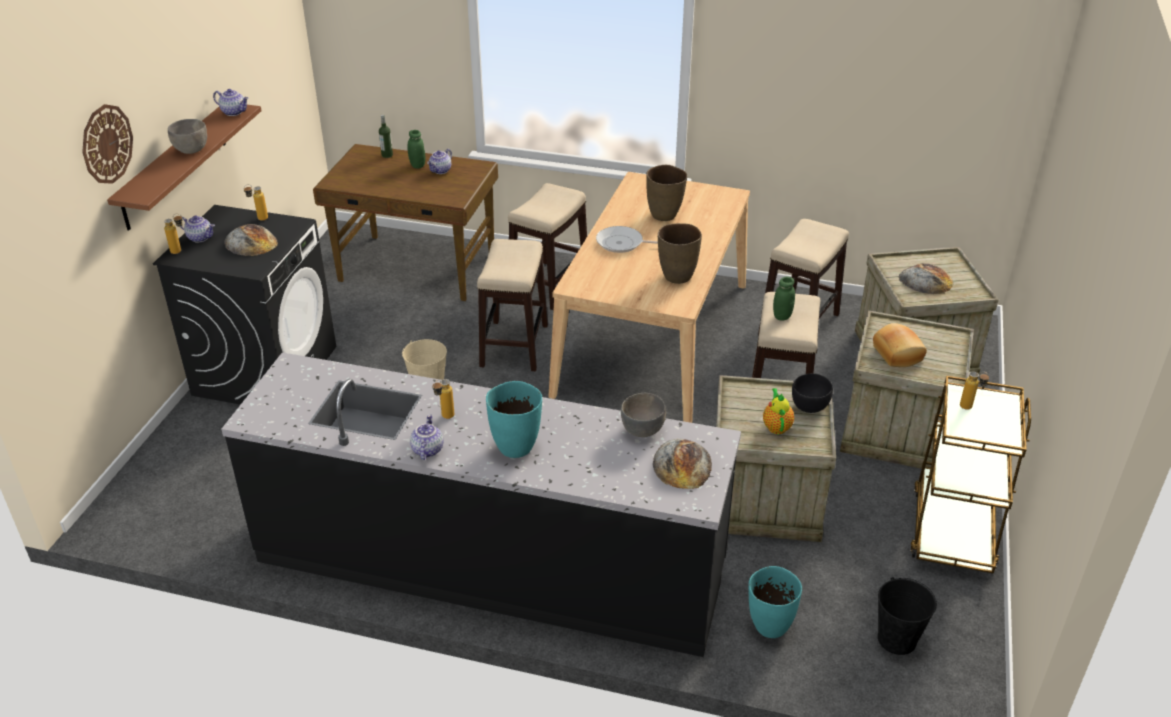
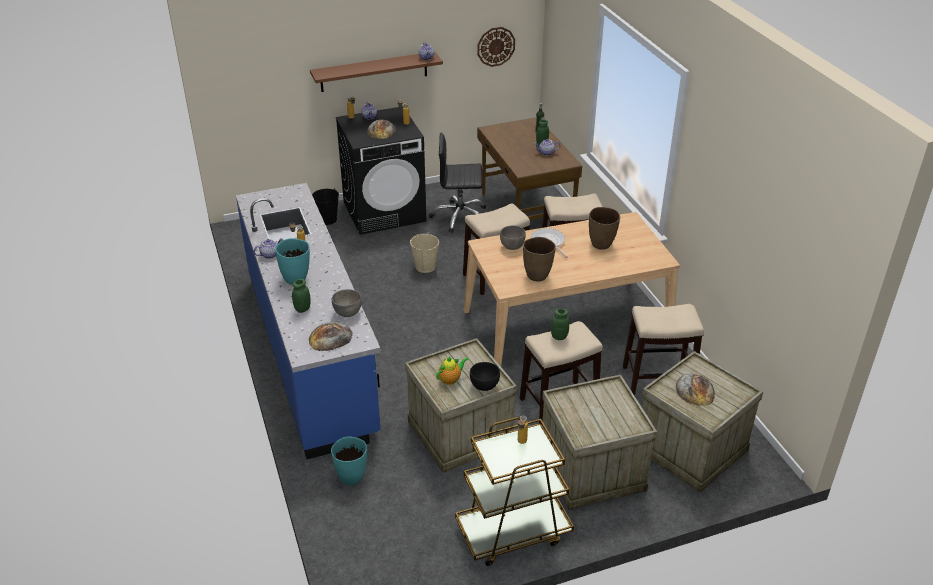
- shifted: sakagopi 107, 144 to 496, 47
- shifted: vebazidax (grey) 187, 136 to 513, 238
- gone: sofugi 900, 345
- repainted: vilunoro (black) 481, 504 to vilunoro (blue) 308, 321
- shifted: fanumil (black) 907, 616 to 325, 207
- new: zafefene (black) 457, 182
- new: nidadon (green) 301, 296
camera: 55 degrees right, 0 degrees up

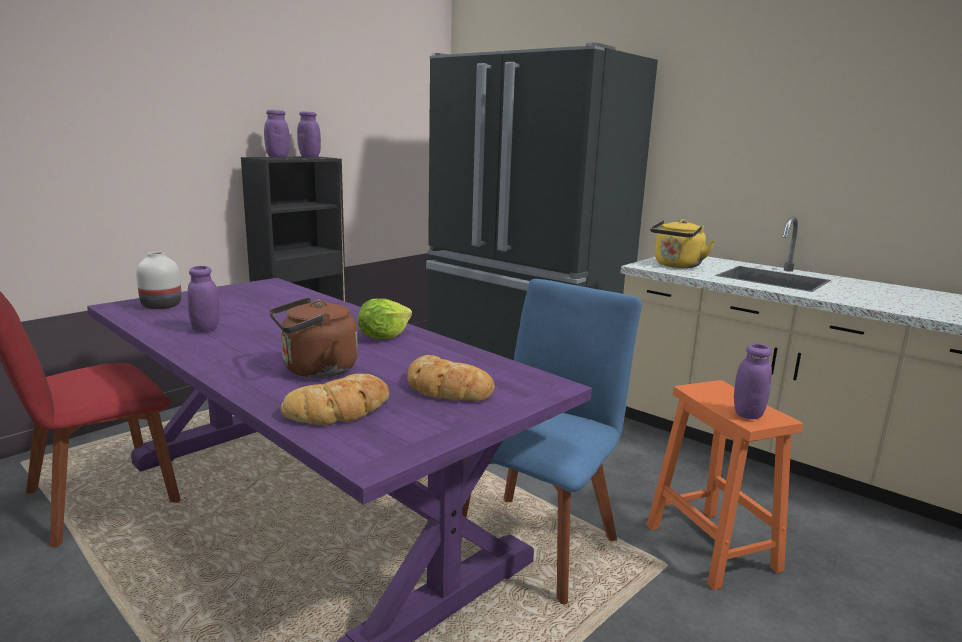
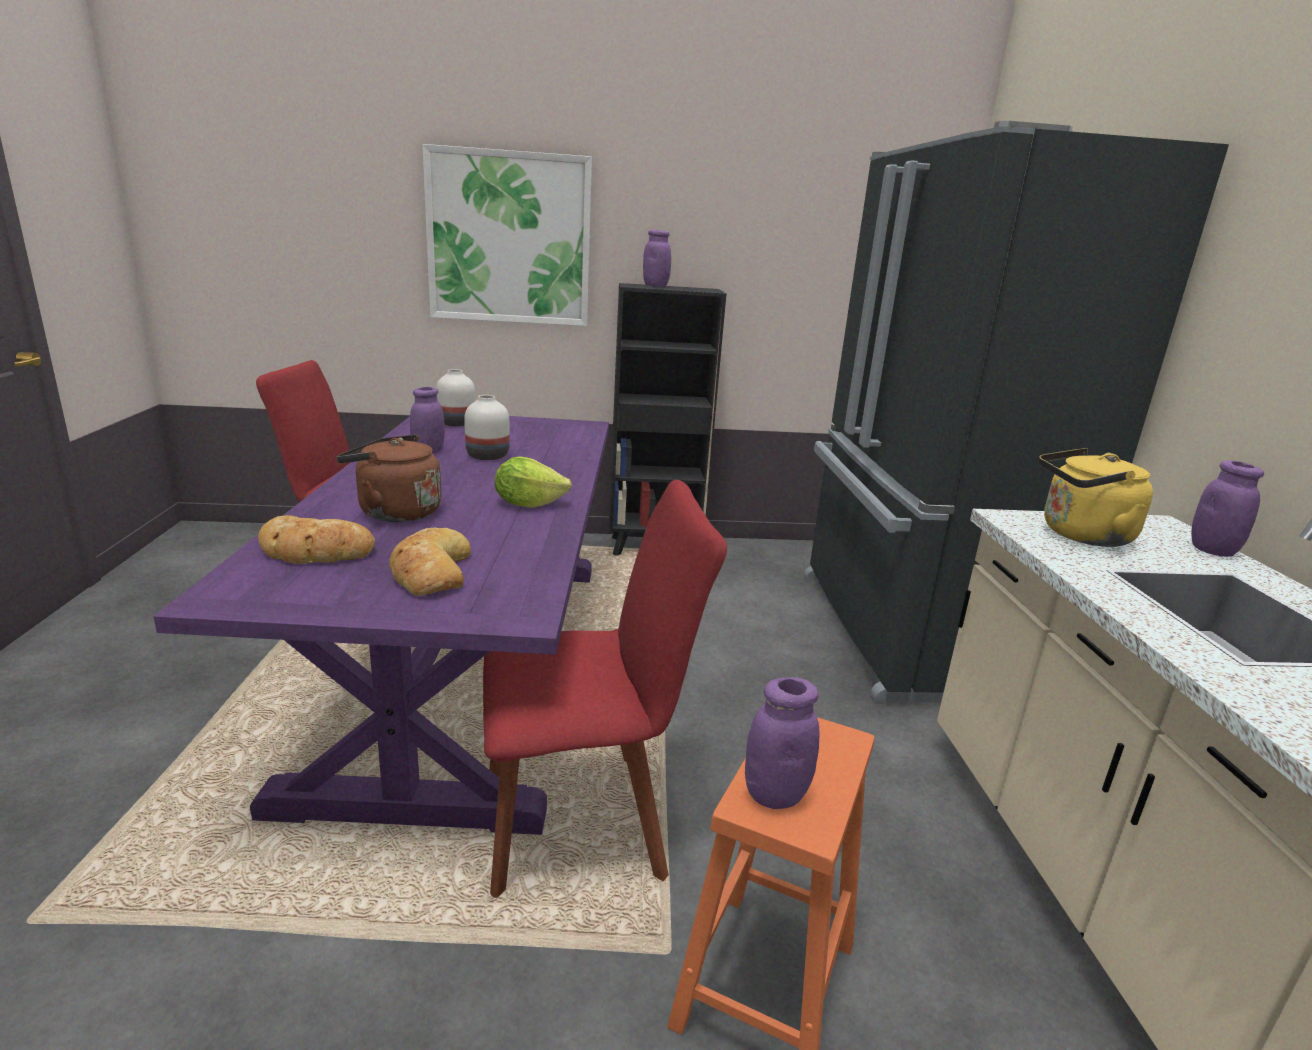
- shifted: nidadon (purple) 309, 134 to 1227, 508
- repainted: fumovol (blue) 551, 441 to fumovol (red) 605, 689
- new: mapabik 507, 235
- new: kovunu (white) 487, 427
camera: 45 degrees right, 5 degrees up

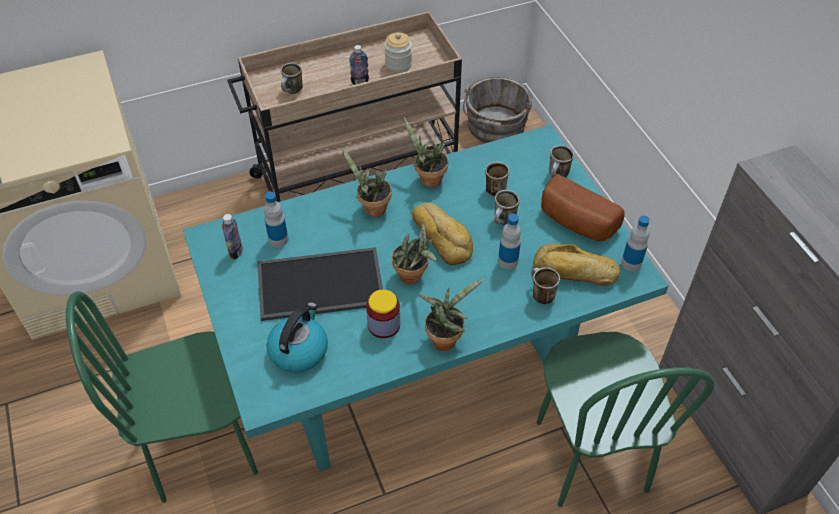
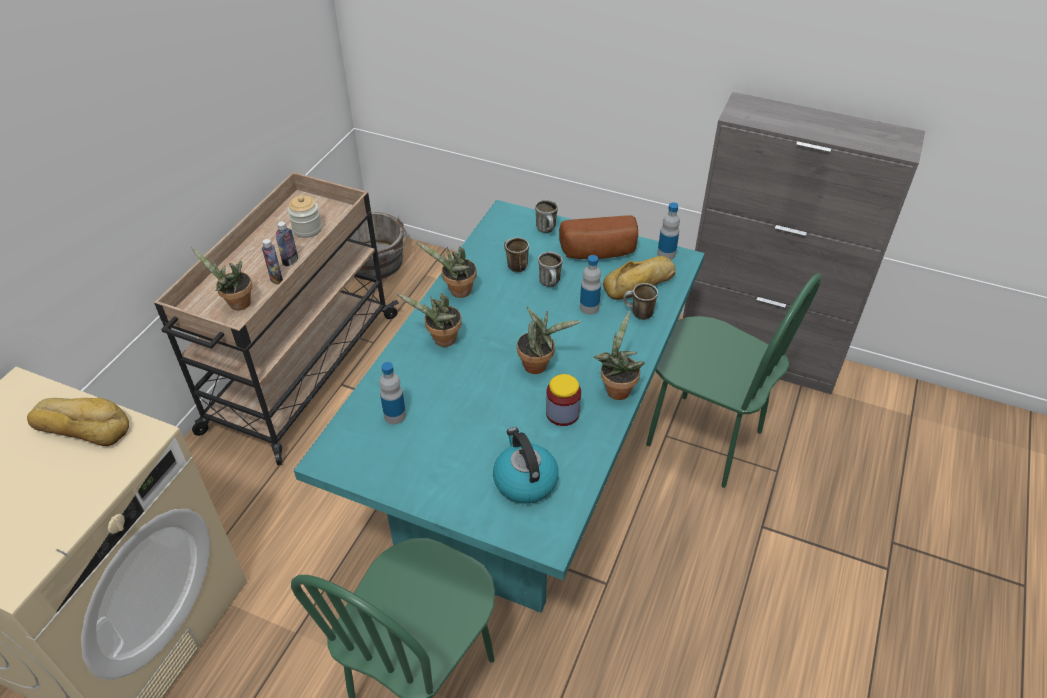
- swapped: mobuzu 292, 78 to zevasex 221, 278
- shifted: sofugi 442, 233 to 78, 422
- shifted: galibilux 232, 236 to 272, 262
- gone: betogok 320, 284
camera: 45 degrees left, 5 degrees down

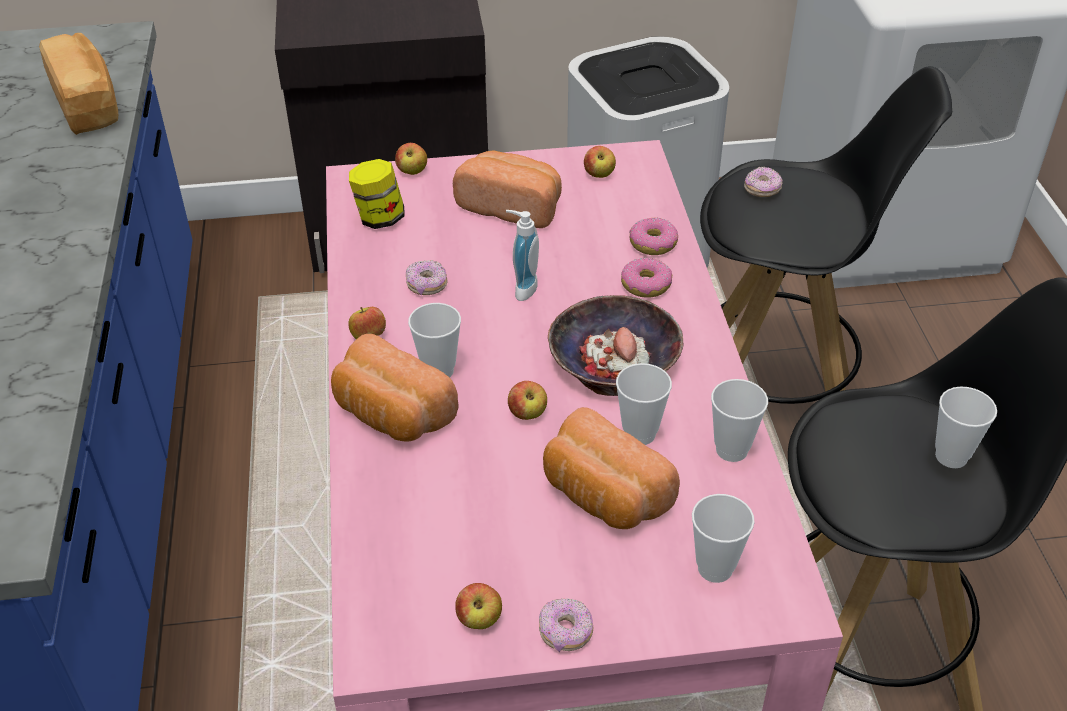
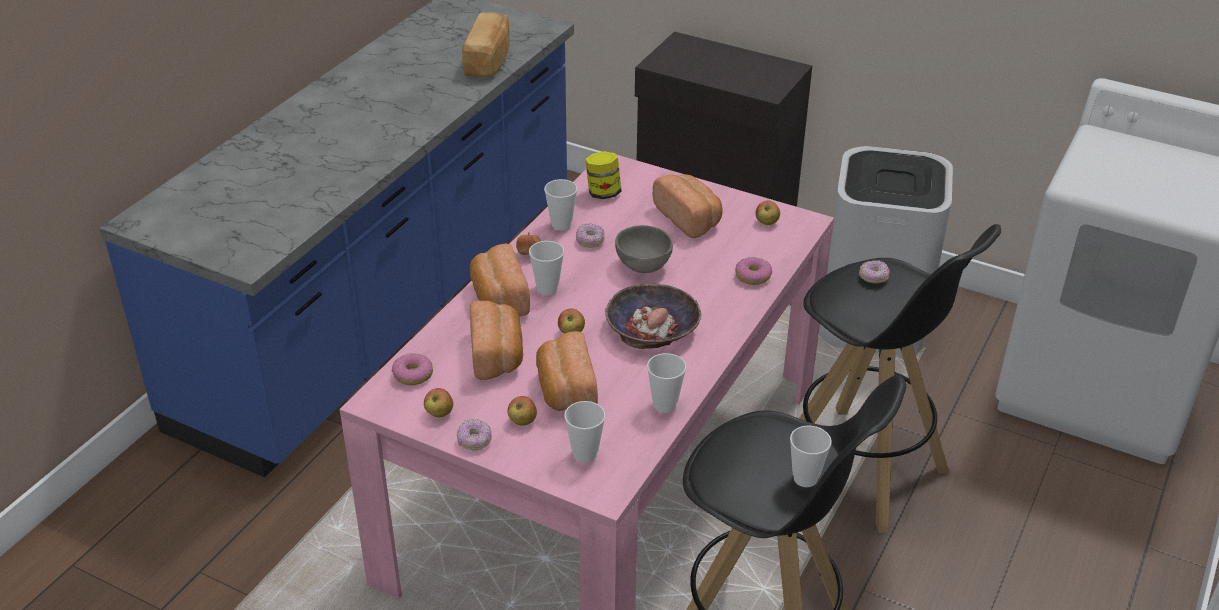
- shifted: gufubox 411, 159 to 522, 411
- swapped: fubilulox 522, 255 to vebazidax (grey) 644, 249
- shifted: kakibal 646, 278 to 412, 369
- shifted: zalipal 644, 404 to 560, 204
- new: sofugi 496, 340
camera: 35 degrees right, 5 degrees down

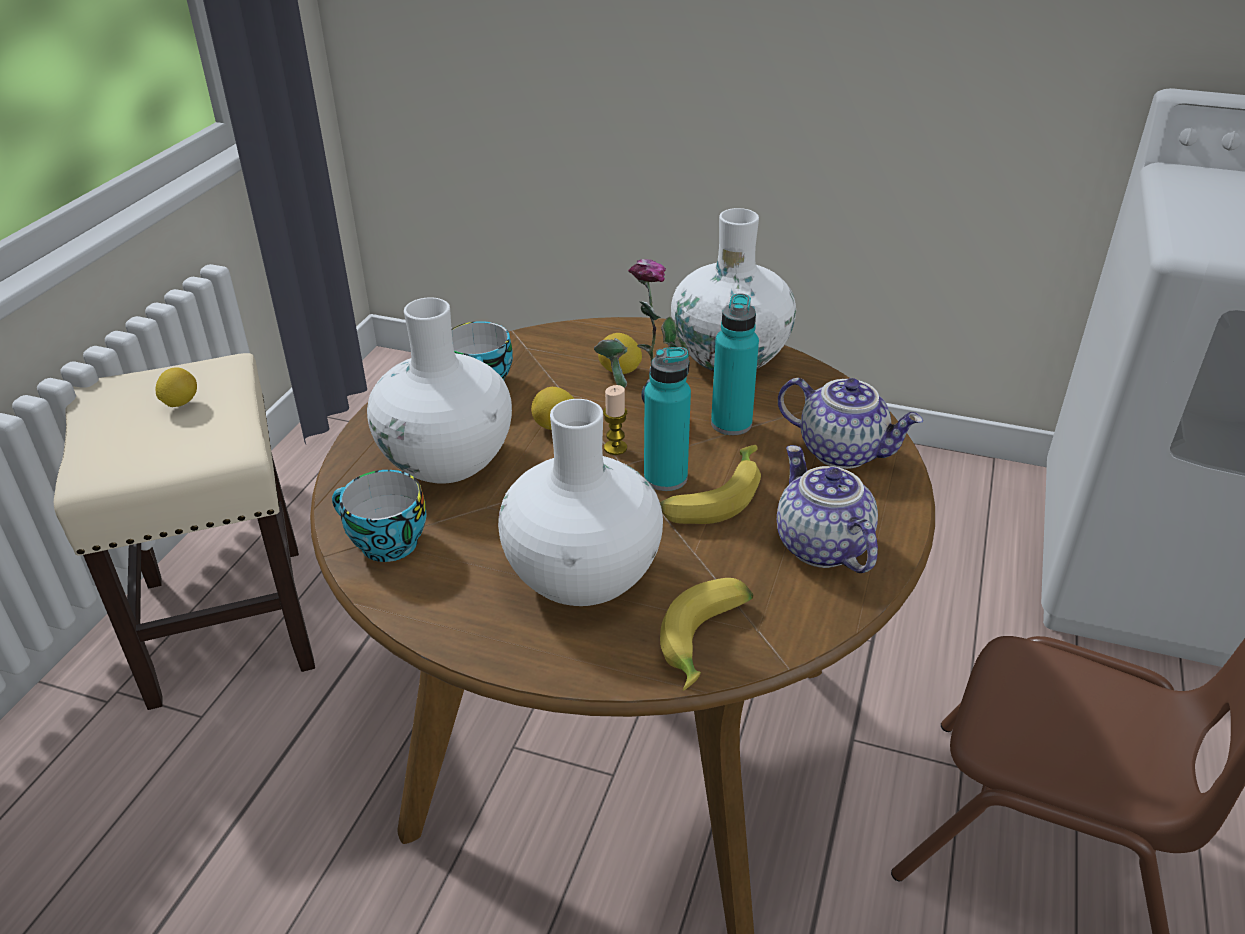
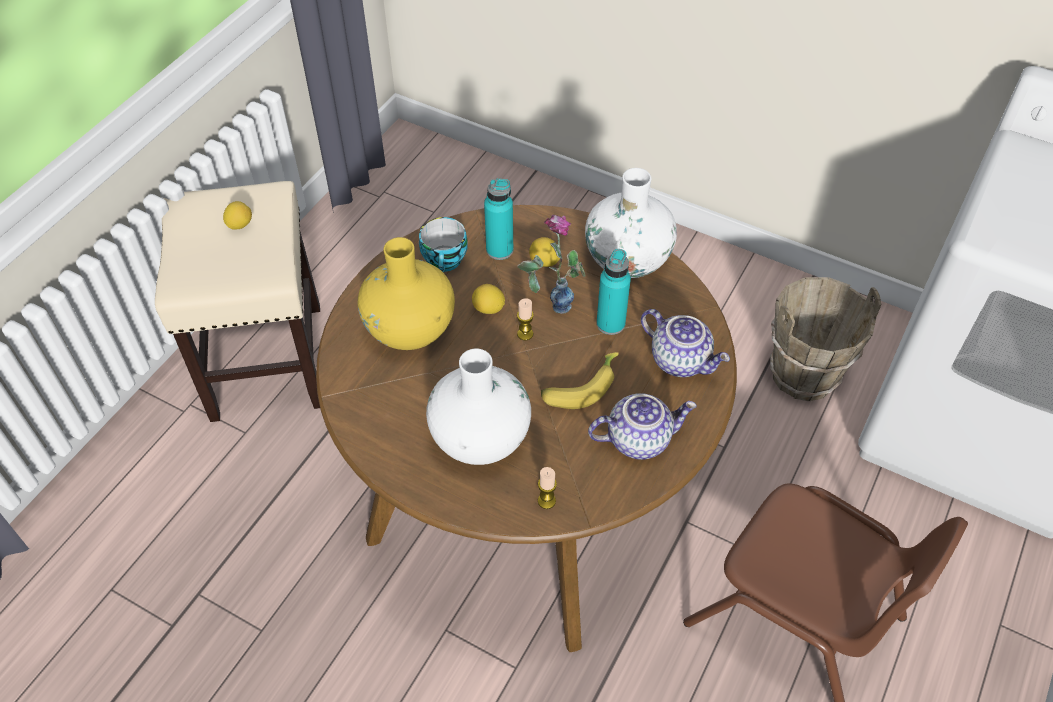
- repainted: kovunu (white) 439, 390 to kovunu (yellow) 406, 293
- shifted: galibilux (turquoise) 667, 419 to 498, 219
- rotated: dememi 827, 509 = 642, 426 90 degrees clockwise
- gone: zalipal 379, 516
- swapped: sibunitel 706, 634 to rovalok 547, 488
- new: fanumil (brown) 825, 339
camera: 10 degrees right, 15 degrees up

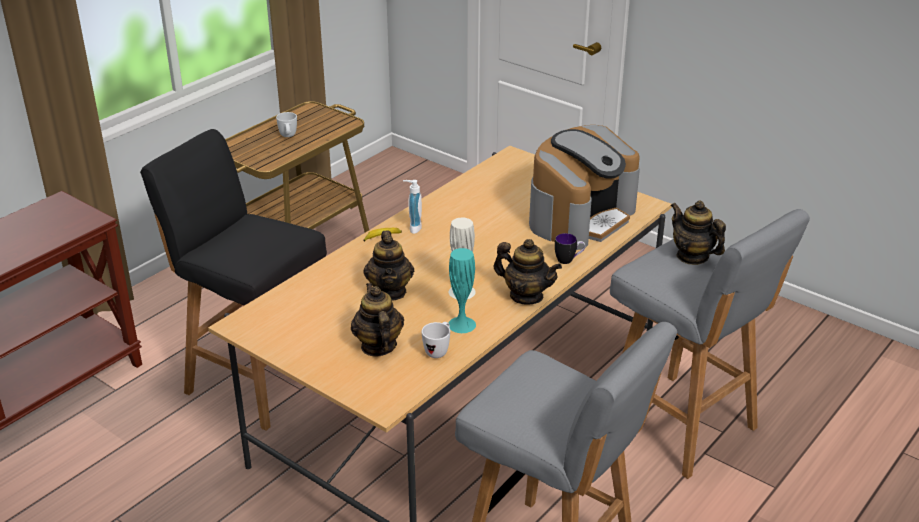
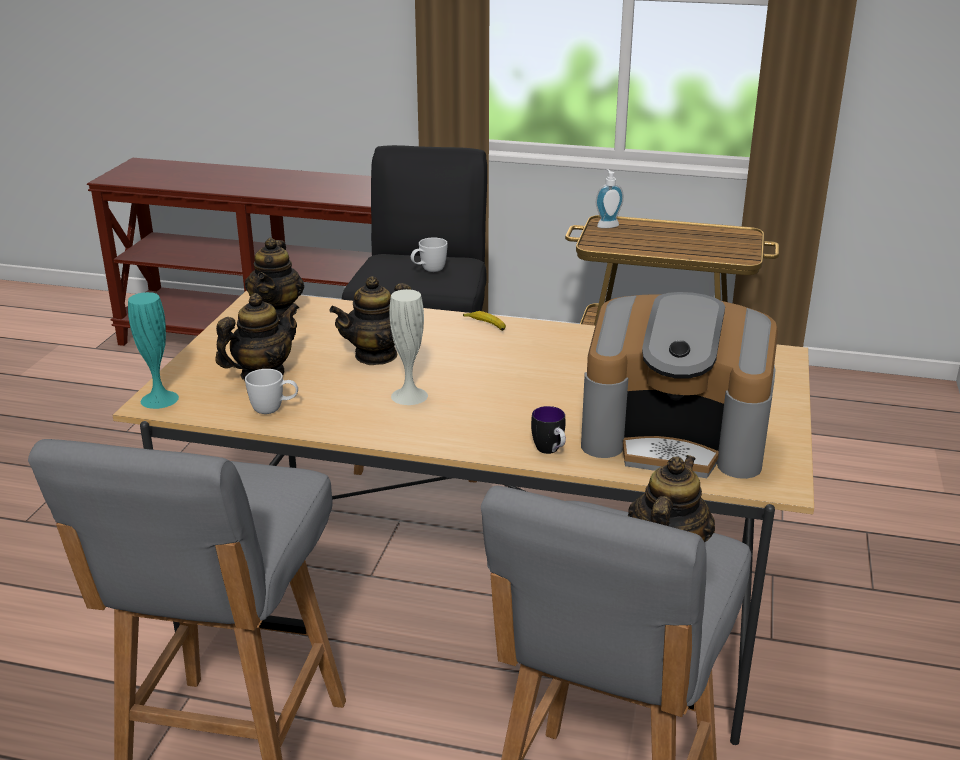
- shifted: mobuzu (white) 286, 124 to 429, 255
- shifted: fubilulox 412, 207 to 610, 198
- shifted: dememi 527, 272 to 274, 279
- shifted: kovunu (turquoise) 462, 290 to 153, 350
camera: 65 degrees right, 5 degrees down

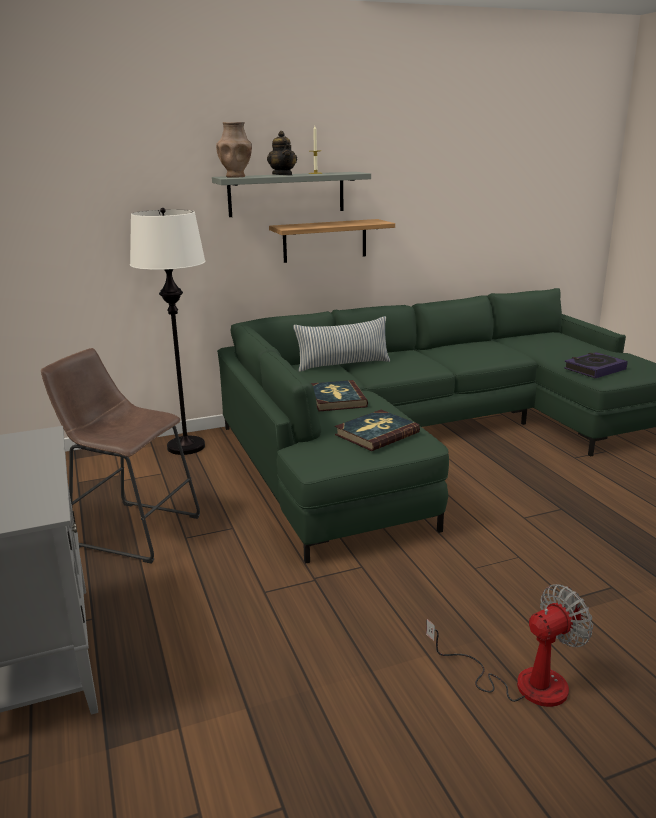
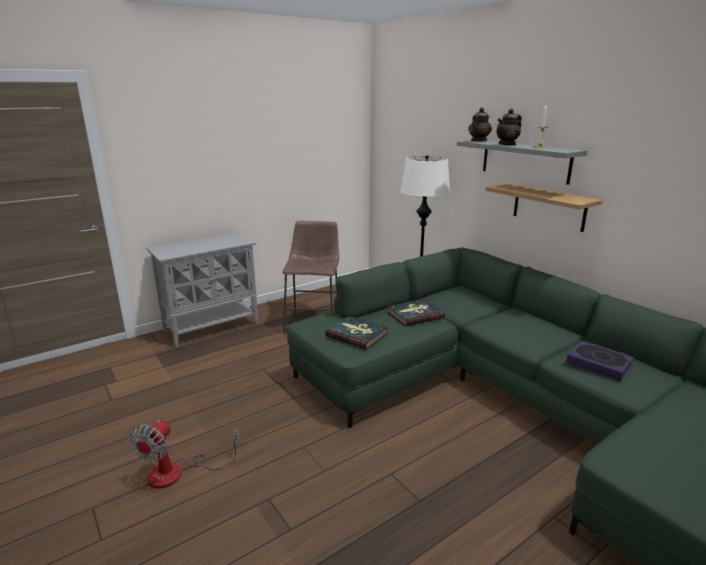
- swapped: kovunu (brown) 234, 150 to dememi 480, 124
- gone: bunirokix 341, 344
- shifted: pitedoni 596, 365 to 600, 361
- rotated: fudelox 509, 645 = 185, 454 60 degrees clockwise
camera: 75 degrees right, 0 degrees up

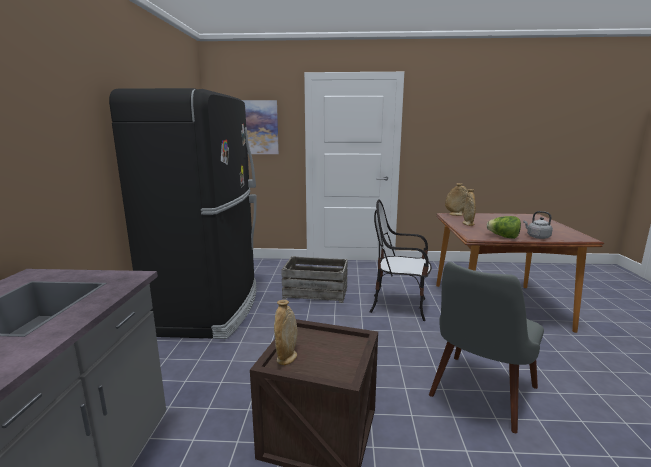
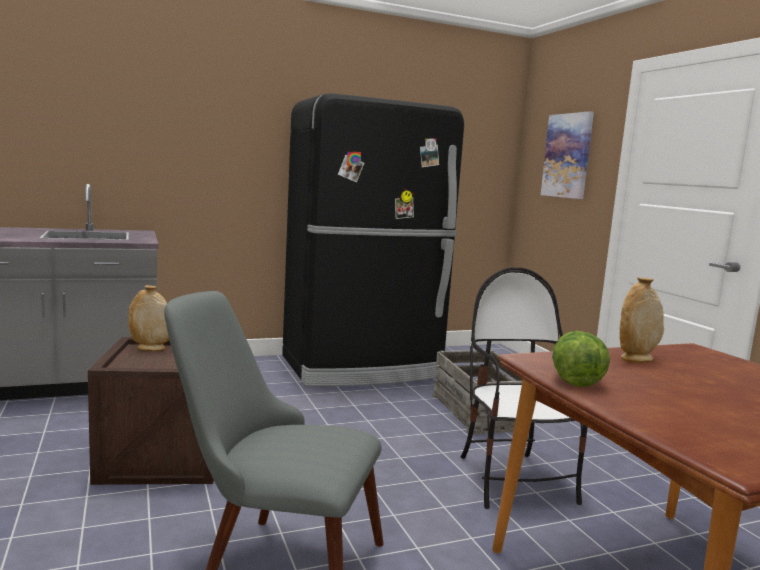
- gone: kovunu (beige) 456, 199
- gone: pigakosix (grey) 538, 225
camera: 65 degrees right, 5 degrees down

